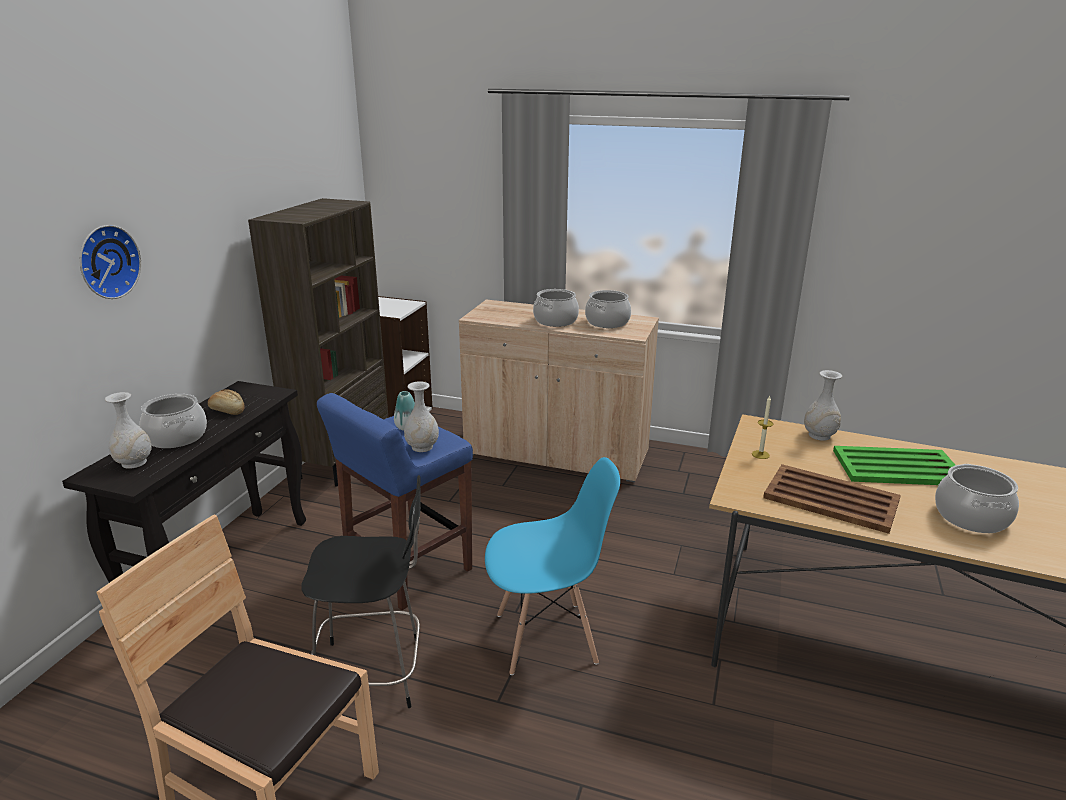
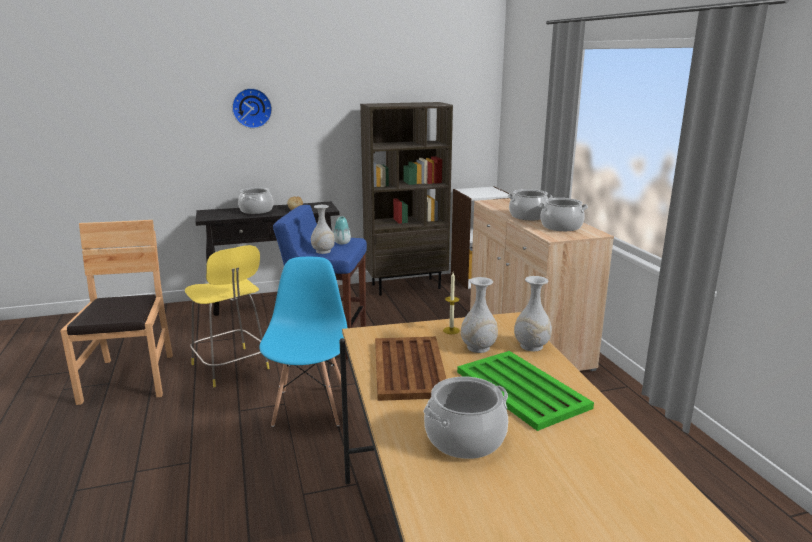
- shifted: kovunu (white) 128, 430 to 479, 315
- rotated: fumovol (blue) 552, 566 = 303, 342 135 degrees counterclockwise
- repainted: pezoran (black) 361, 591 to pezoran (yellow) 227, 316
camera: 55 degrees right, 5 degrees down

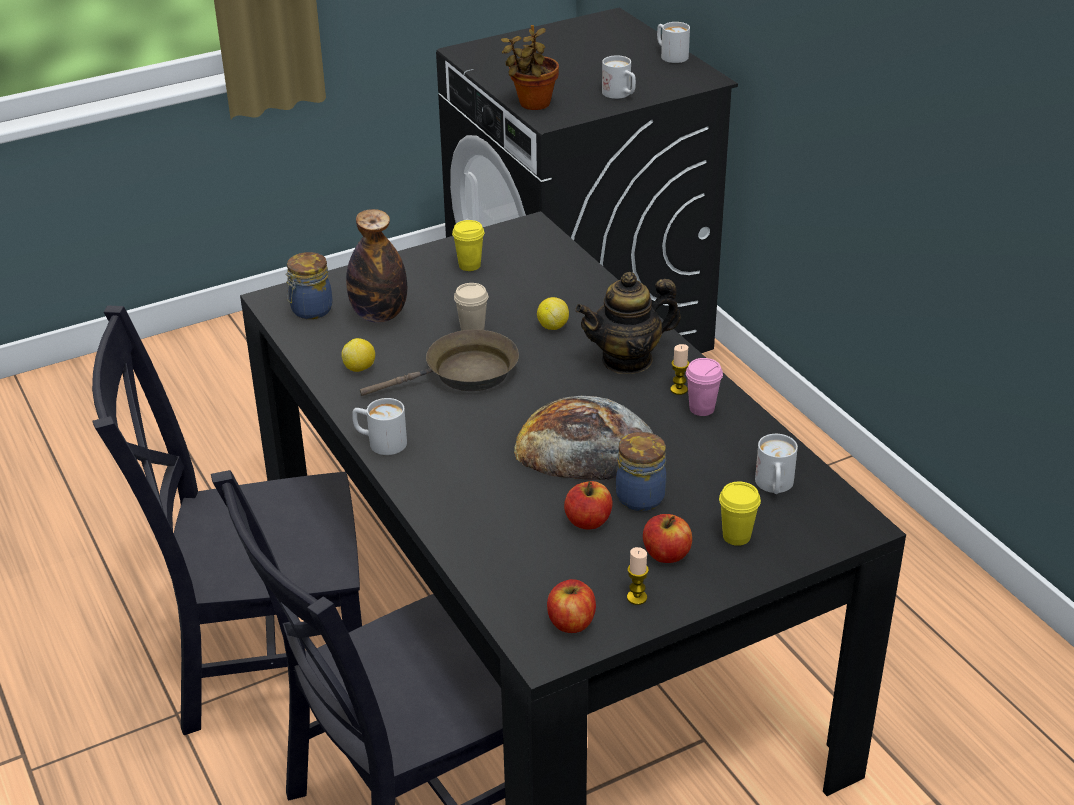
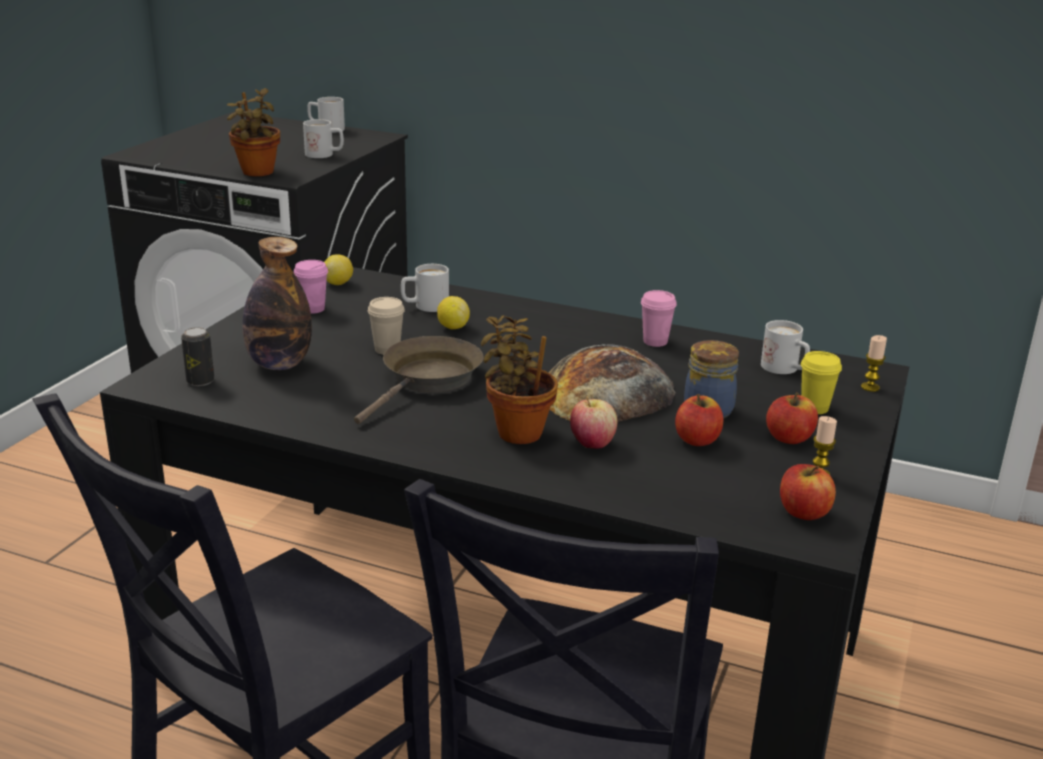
- repainted: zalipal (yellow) 468, 245 to zalipal (pink) 311, 287
- swapped: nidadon 309, 285 to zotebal 197, 356
- gone: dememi 628, 323
- shifted: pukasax 358, 355 to 338, 269
- shifted: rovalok 680, 369 to 874, 363
- shifted: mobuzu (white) 379, 426 to 425, 288
- new: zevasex 519, 379
- new: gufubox 593, 423
camera: 40 degrees left, 10 degrees down

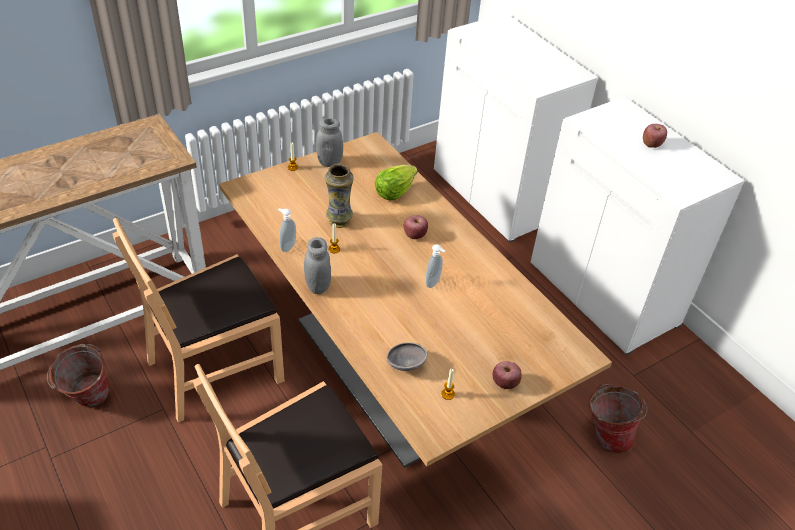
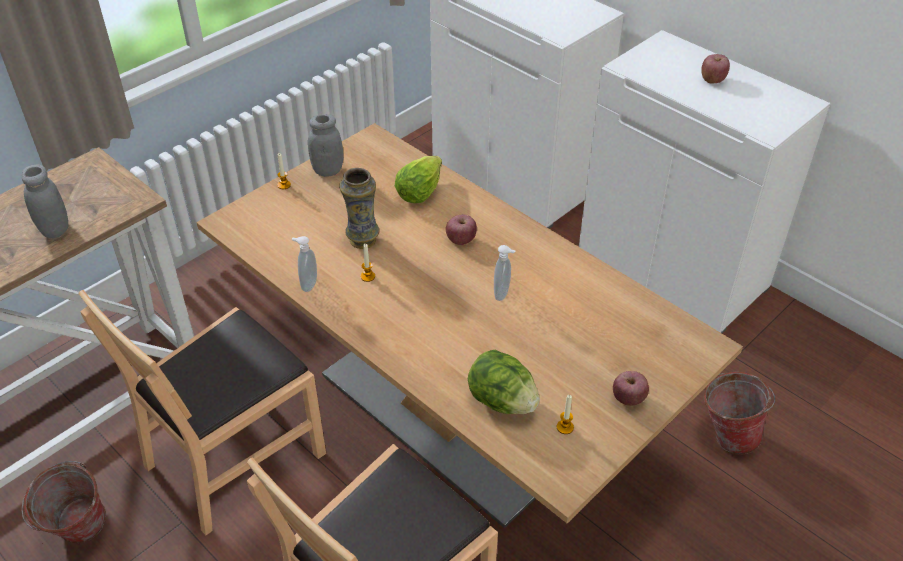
- shifted: nidadon (grey) 317, 265 to 45, 201
- swapped: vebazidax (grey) 407, 356 to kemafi 504, 381
camera: 10 degrees left, 0 degrees up

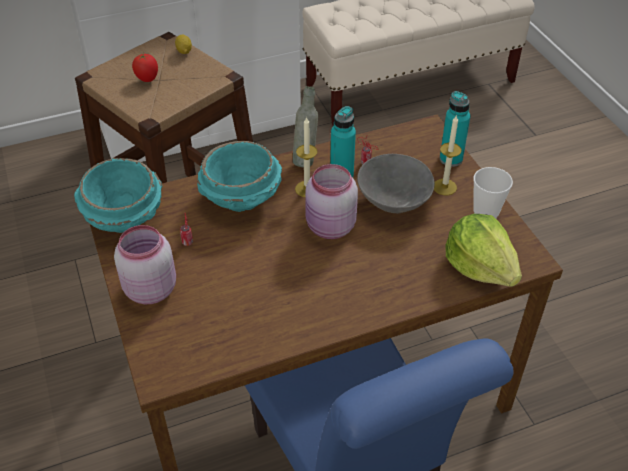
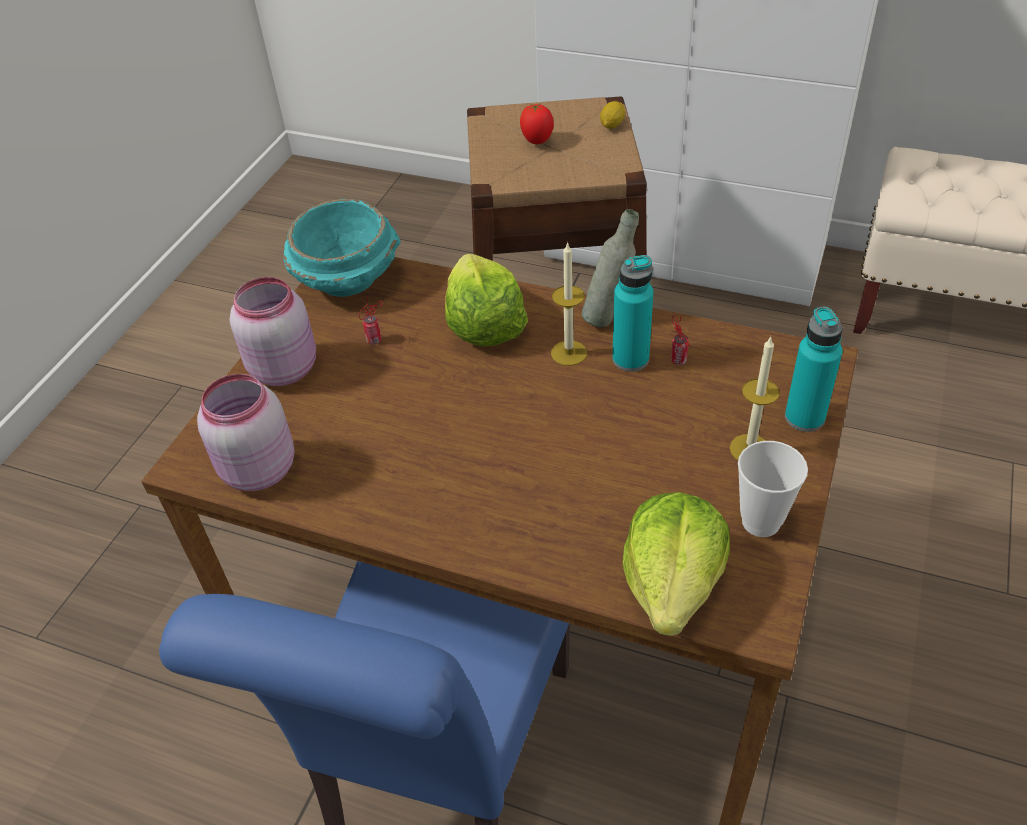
- swapped: vebazidax (turquoise) 239, 176 to kemafi 486, 300
- gone: vebazidax (grey) 396, 183
- shifted: nidadon (pink) 331, 201 to 245, 432
camera: 45 degrees right, 0 degrees up

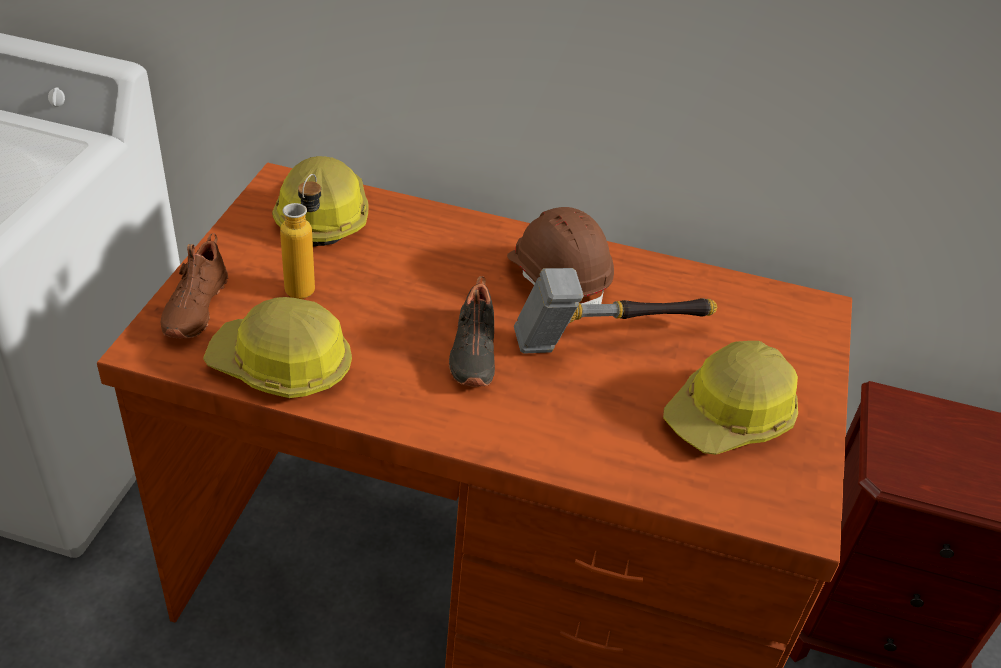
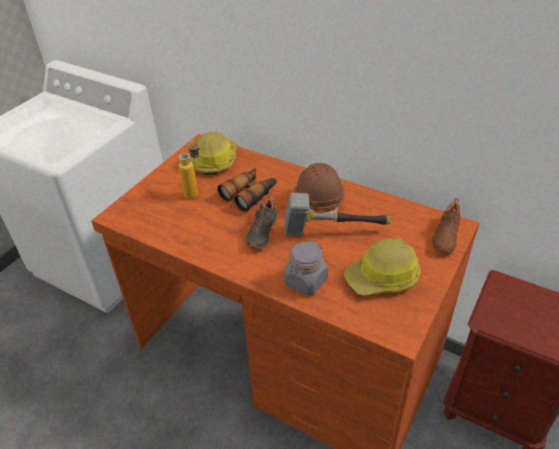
- shifted: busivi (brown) 194, 286 to 446, 225
- gone: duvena 277, 347
- new: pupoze 247, 190
- new: nidadon (grey) 306, 268
camera: 20 degrees right, 0 degrees up

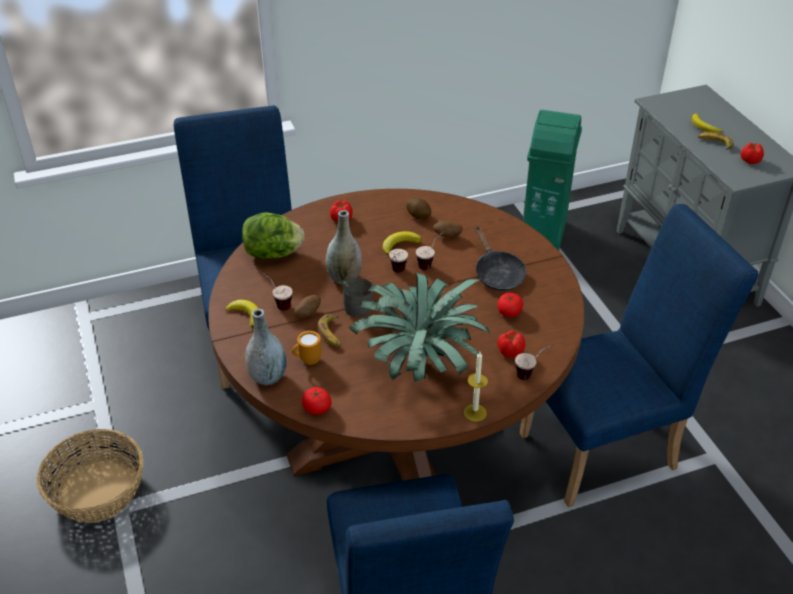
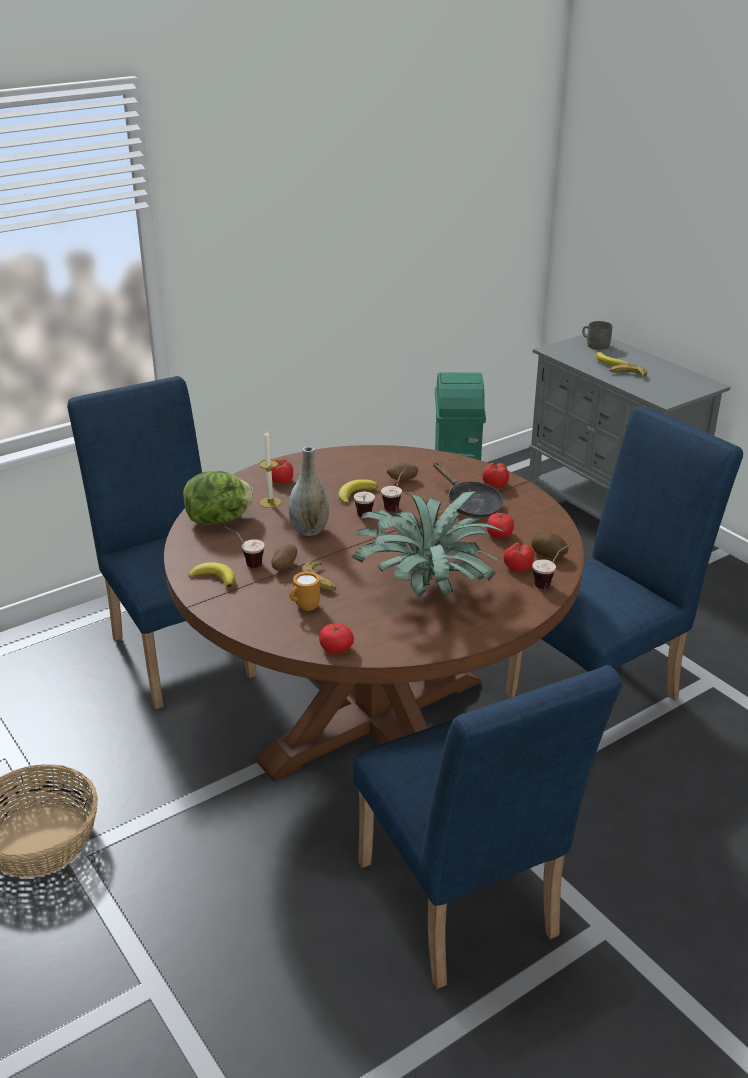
- shifted: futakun 752, 153 to 495, 475
- shifted: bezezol 418, 208 to 550, 546
- shifted: mobuzu (grey) 358, 298 to 597, 335
- gone: kovunu (grey) 265, 347
- shifted: rovalok 476, 387 to 270, 468
camera: 15 degrees left, 10 degrees down

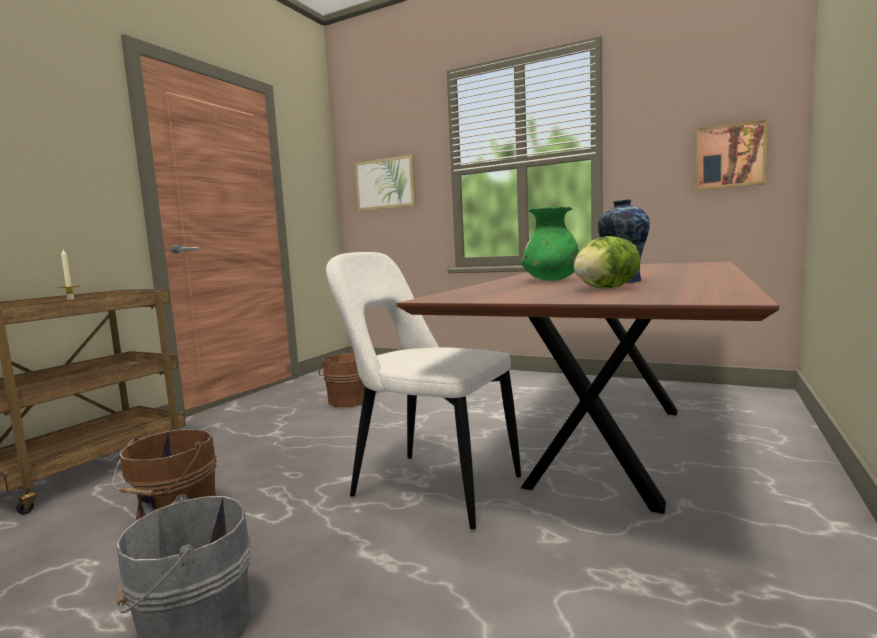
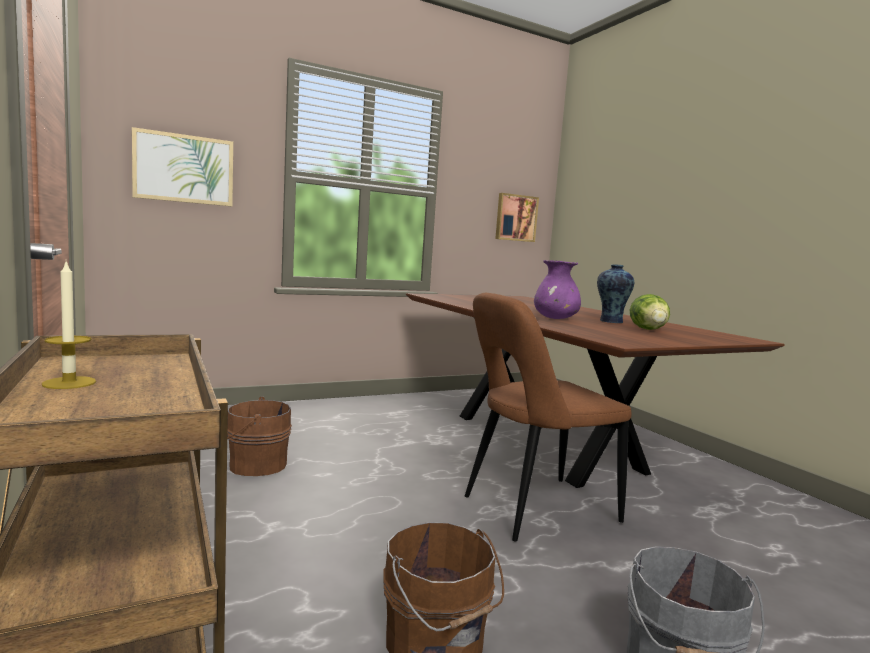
- repainted: kovunu (green) 550, 243 to kovunu (purple) 557, 289
- repainted: fumovol (white) 423, 391 to fumovol (brown) 548, 417
camera: 55 degrees left, 0 degrees up

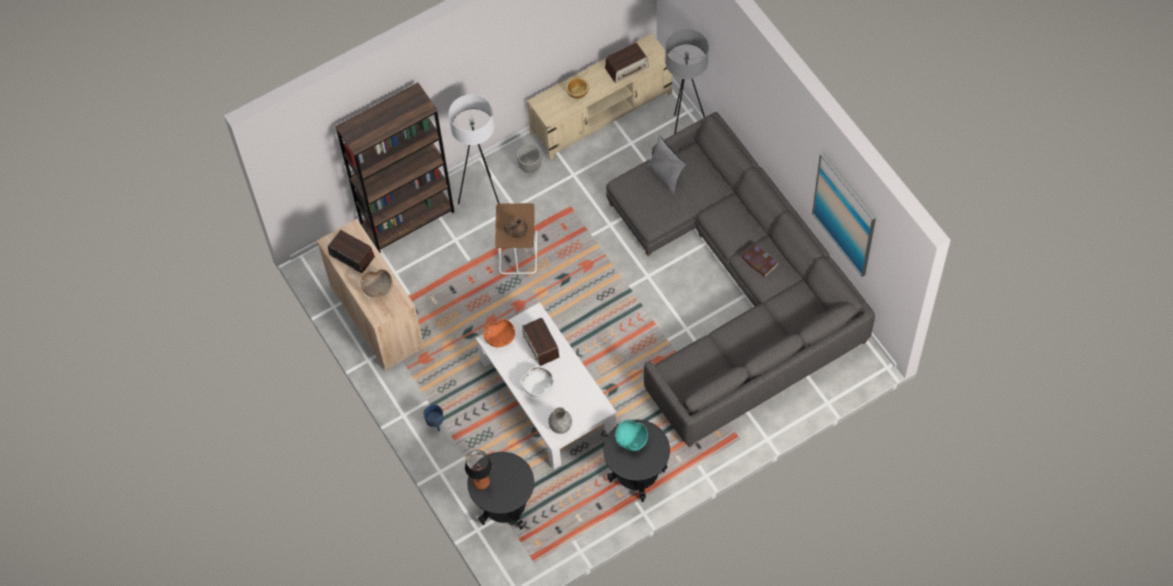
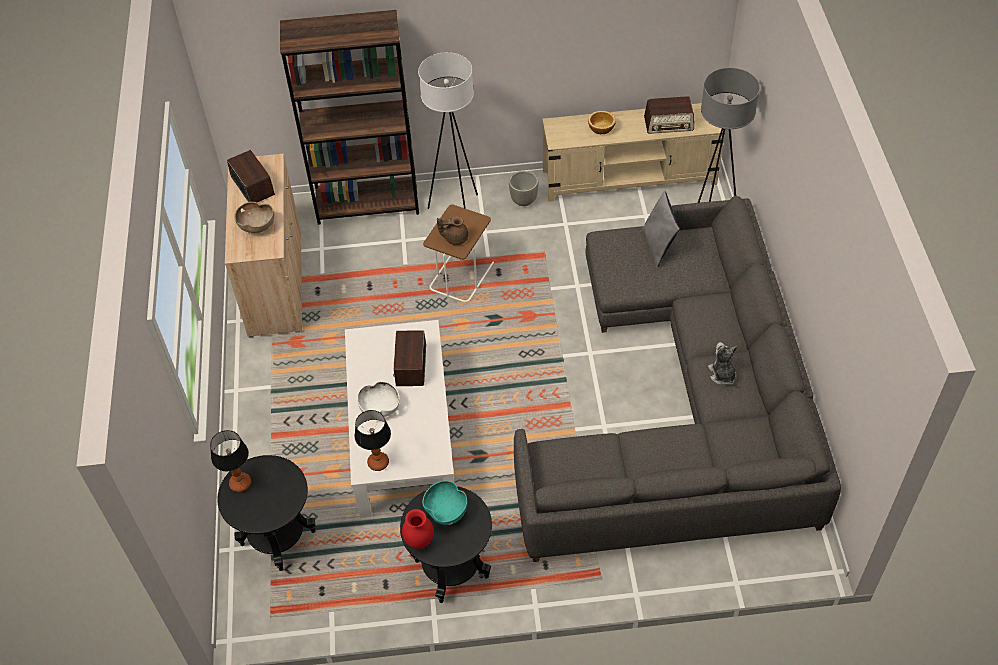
- gone: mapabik 844, 215
- swapped: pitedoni 760, 260 to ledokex 722, 363
- gone: vebazidax (orange) 499, 333
- gone: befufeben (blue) 433, 417
- swapped: kovunu (grey) 560, 420 to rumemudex 373, 440
- new: kovunu (red) 418, 529
camera: 25 degrees right, 10 degrees down

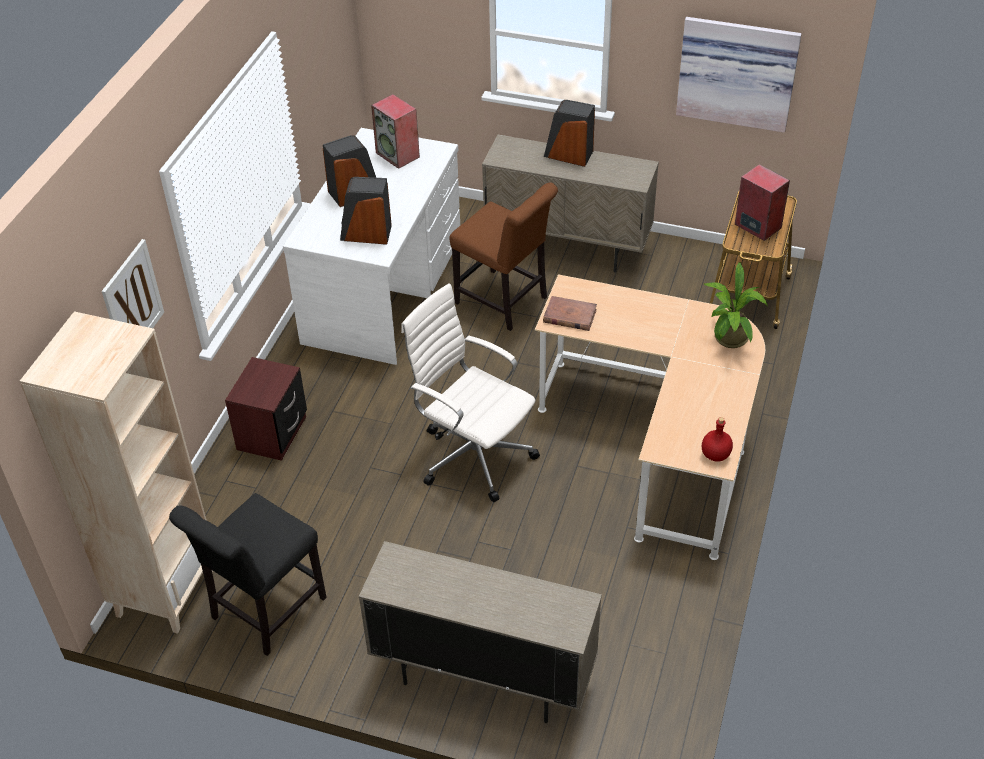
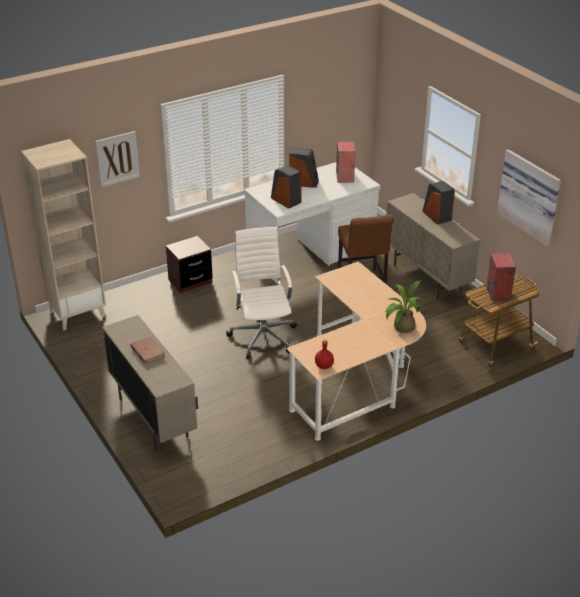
- shifted: pitedoni (brown) 570, 313 to 147, 351
- gone: fumovol (black) 248, 574
camera: 40 degrees right, 10 degrees down

